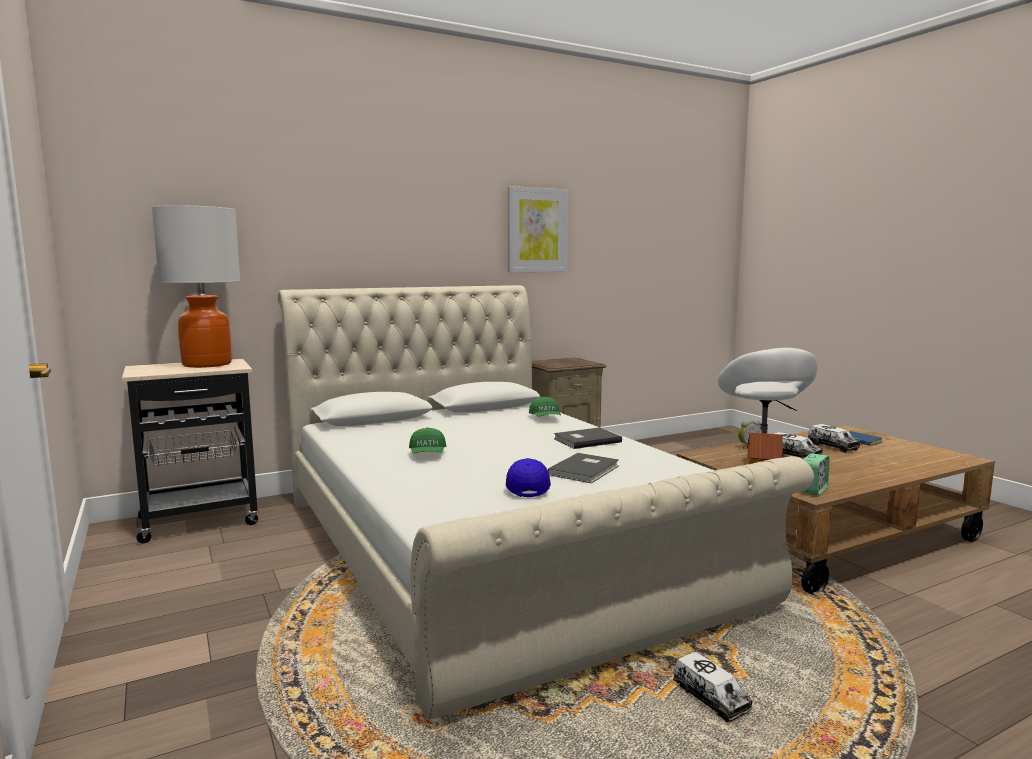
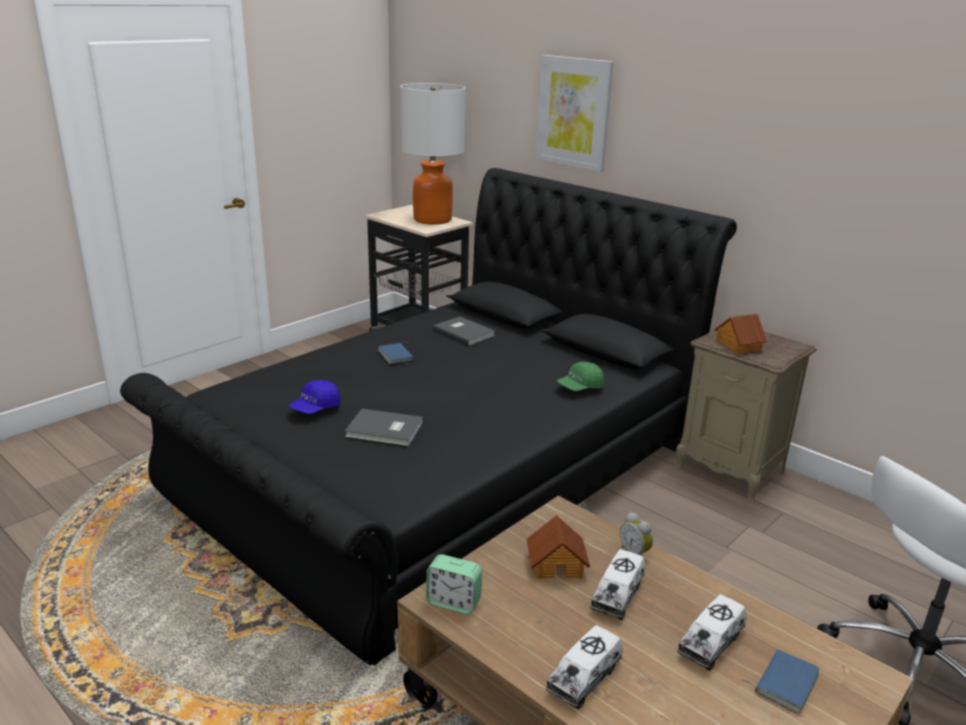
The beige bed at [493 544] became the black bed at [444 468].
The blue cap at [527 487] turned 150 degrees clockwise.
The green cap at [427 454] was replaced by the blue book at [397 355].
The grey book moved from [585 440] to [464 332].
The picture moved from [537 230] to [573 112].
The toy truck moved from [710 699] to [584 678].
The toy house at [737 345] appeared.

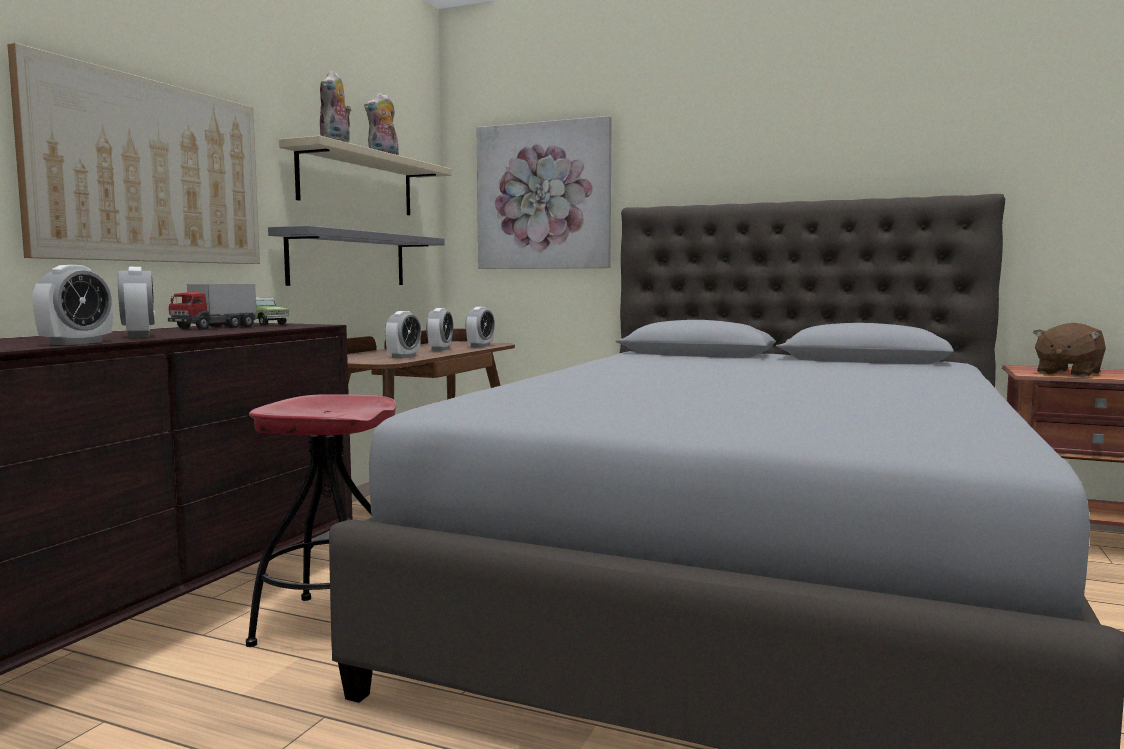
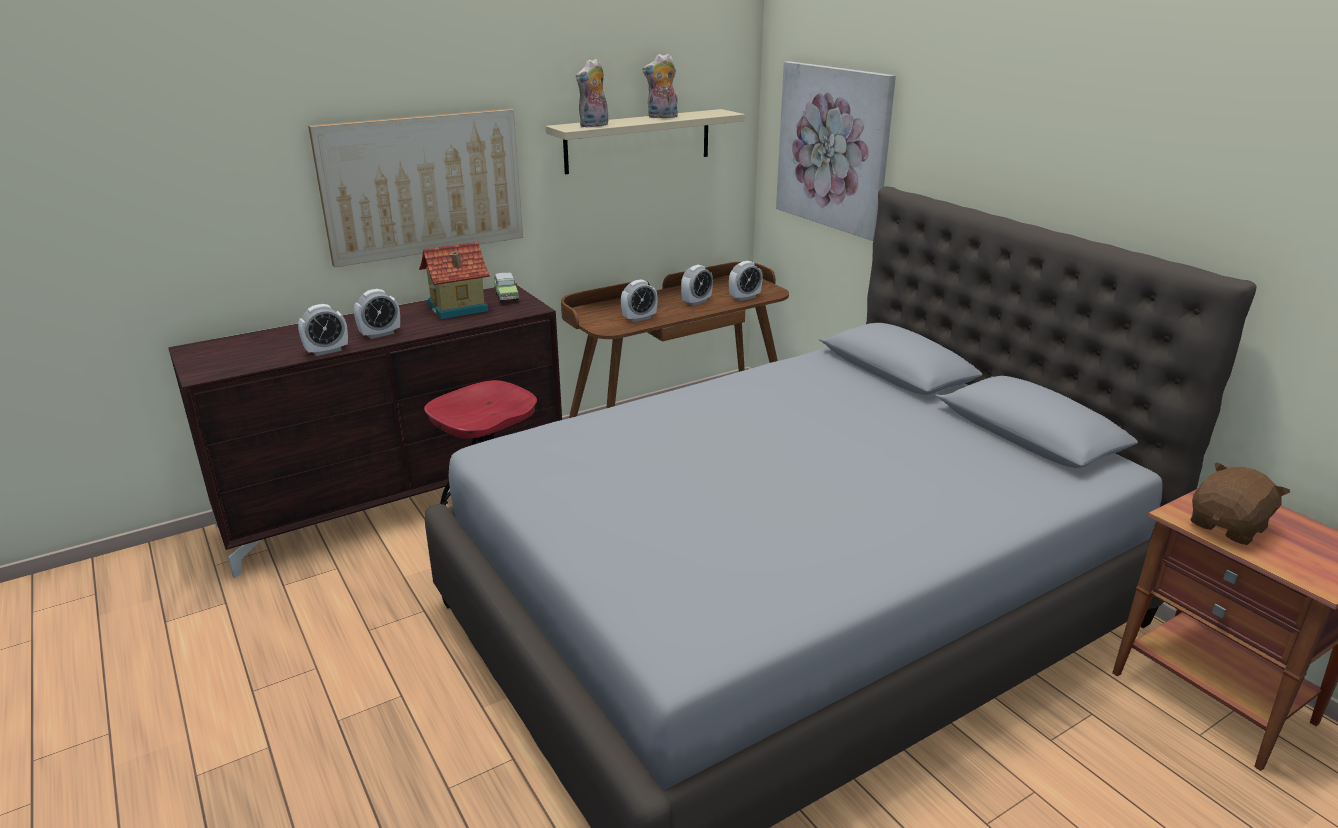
The alarm clock at [138 336] turned 45 degrees clockwise.
The toy truck at [214 328] was replaced by the toy house at [459 308].
The brown plush toy at [1067 373] turned 150 degrees clockwise.
The grey shelf at [348 259] disappeared.

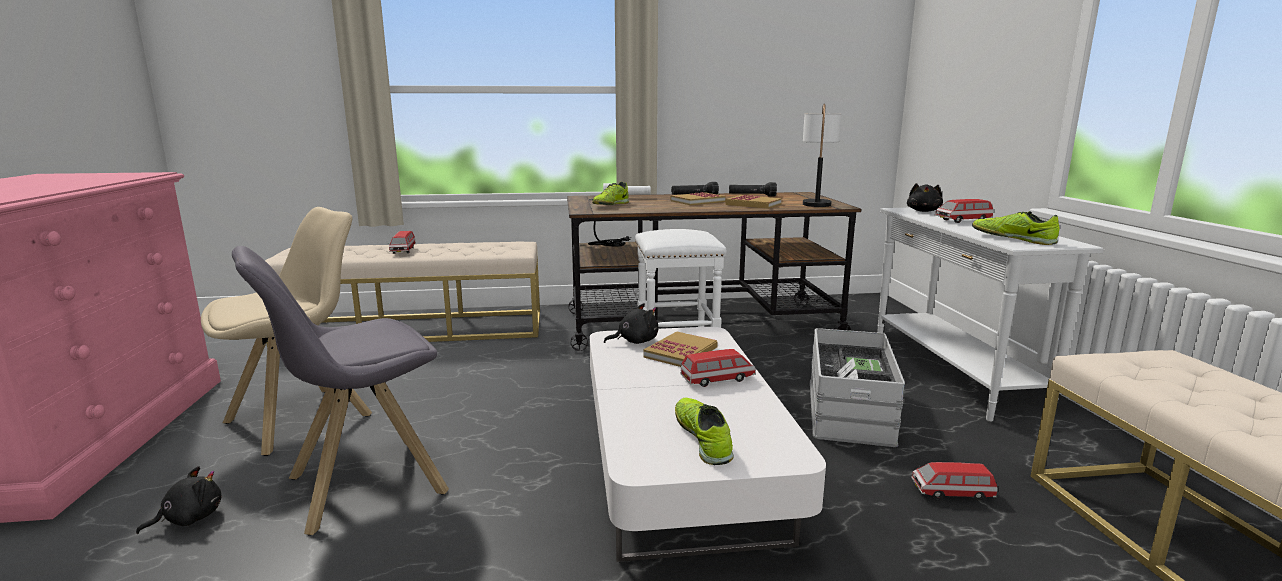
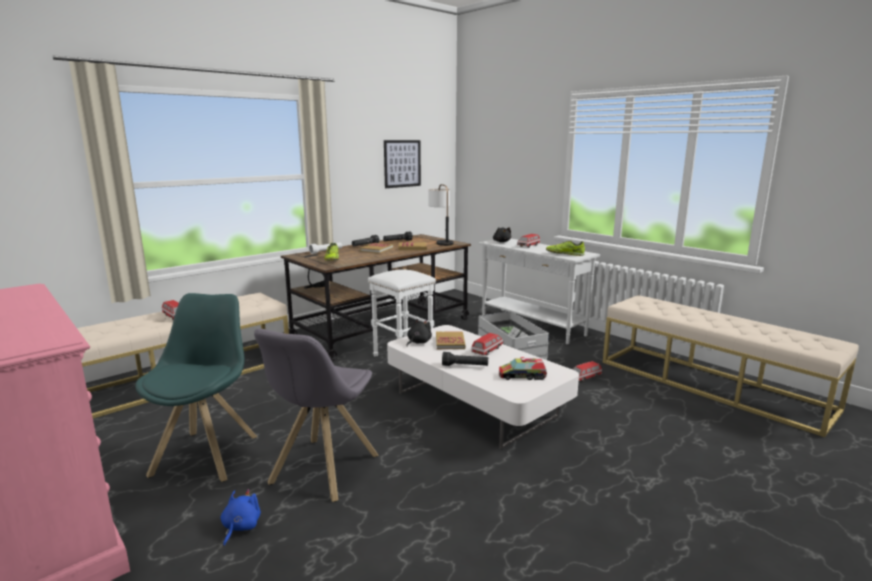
The beige chair at [300 418] became the turquoise chair at [207 455].
The black plush toy at [189 518] became the blue plush toy at [240 527].
The picture at [402 163] appeared.
The black flashlight at [465 366] appeared.
The shoe at [703 438] was replaced by the toy truck at [522 376].

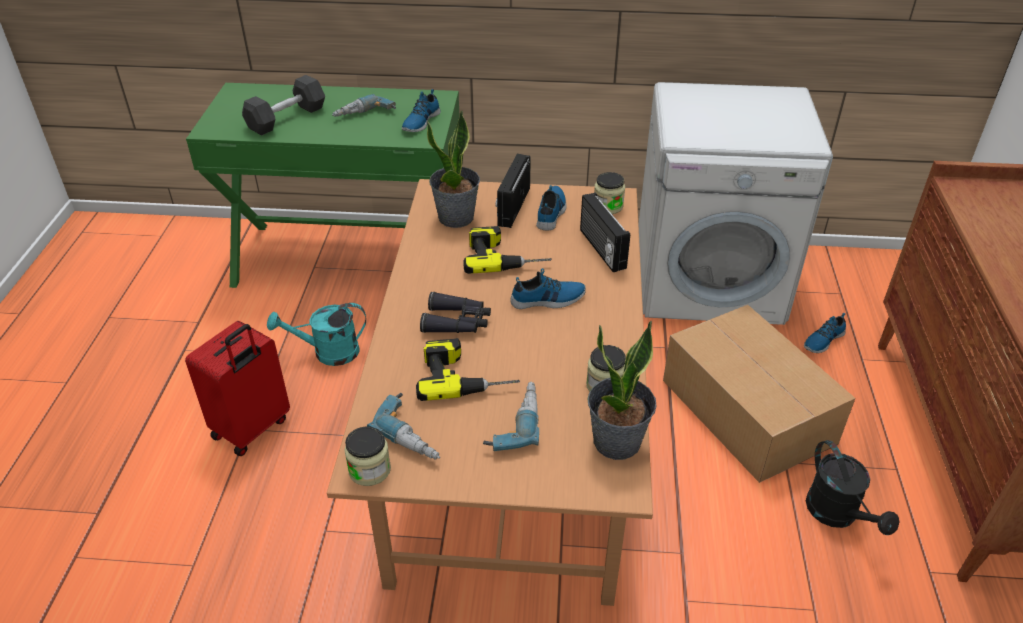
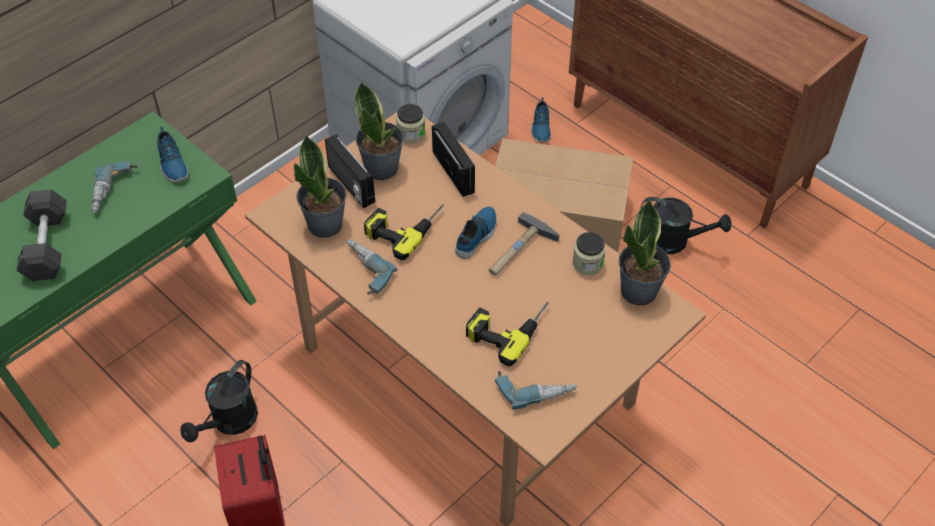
The turquoise watering can at [328 353] became the black watering can at [230 423].
The power drill moved from [512 422] to [362 271].
The shoe at [551 212] was replaced by the potted plant at [382 168].
The radio at [601 249] turned 135 degrees counterclockwise.
The hammer at [518 251] appeared.
The jar at [369 470] disappeared.
The black binoculars at [457 322] disappeared.

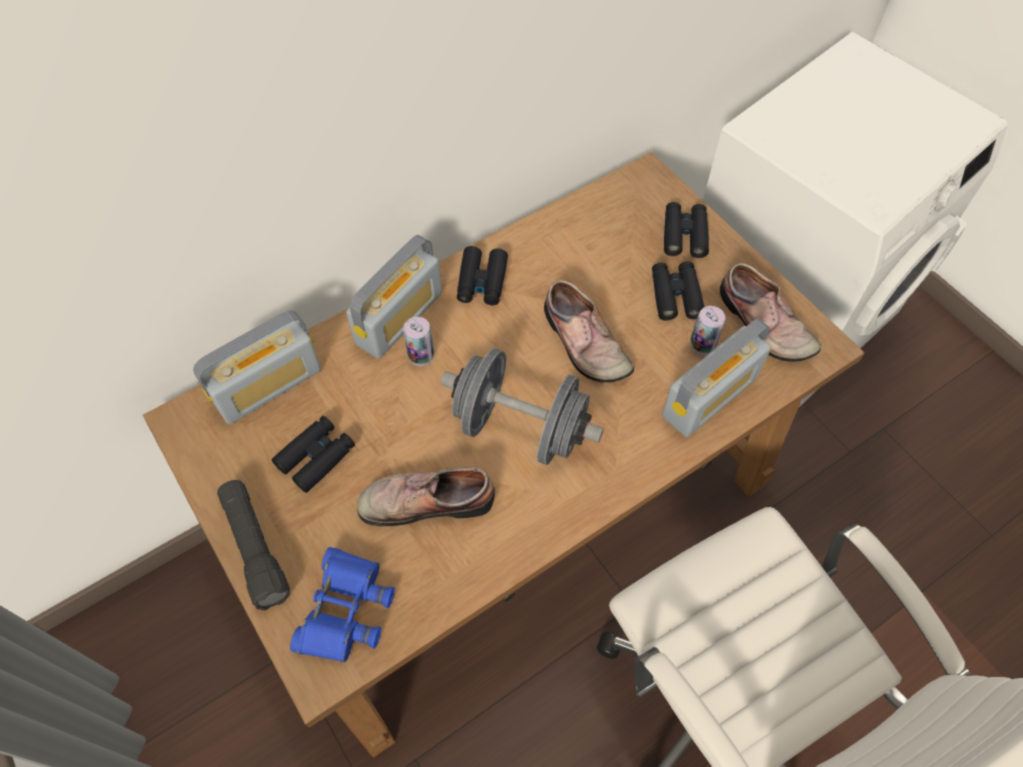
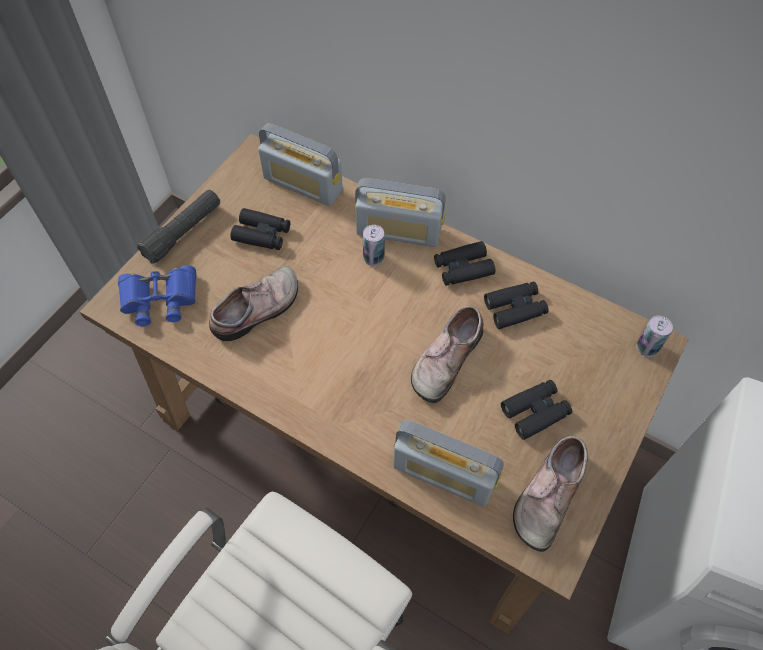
The shoe at [426 499] turned 75 degrees clockwise.
The black binoculars moved from [684 235] to [515 308].
The can moved from [702 345] to [646 348].
The grey dumbbell at [520 427] disappeared.

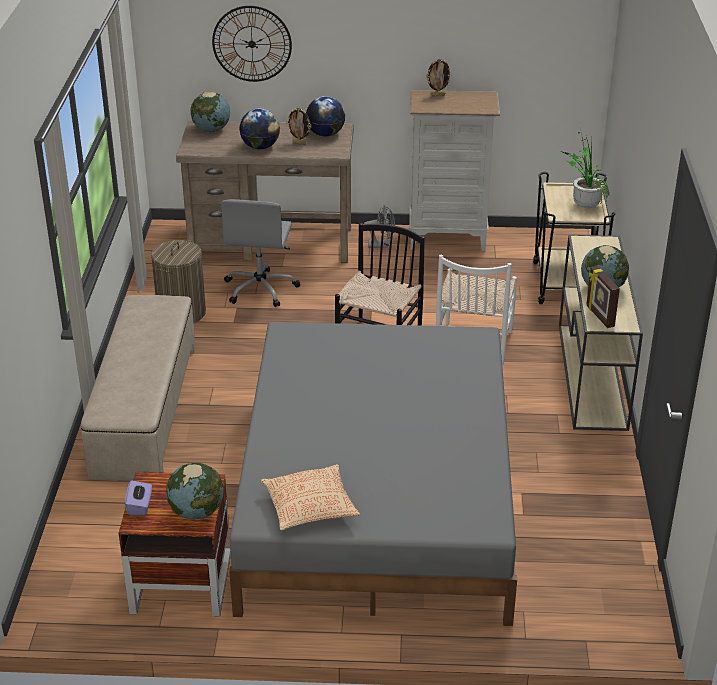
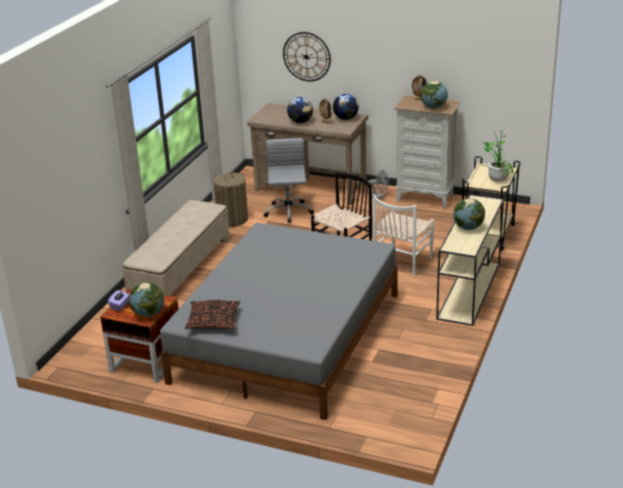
The beige pillow at [309 508] became the black pillow at [213 322].
The grey office chair at [261 288] turned 150 degrees clockwise.
The globe moved from [211 130] to [433 107].
The picture frame at [599 316] disappeared.

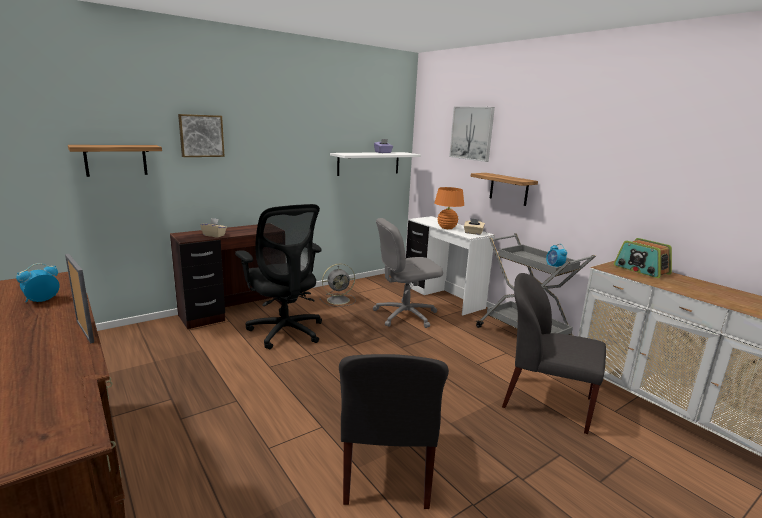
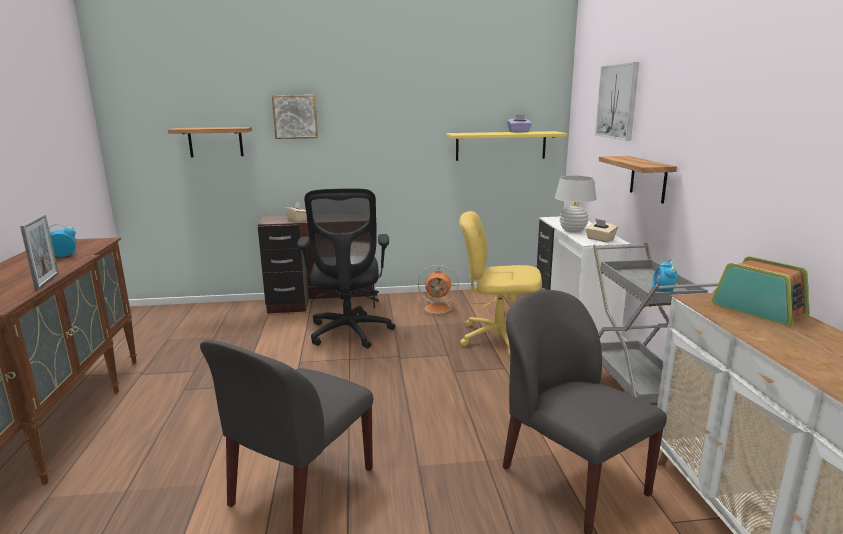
The grey fan at [339 300] became the orange fan at [439 308].
The white shelf at [368 163] became the yellow shelf at [501 146].
The grey office chair at [405 315] became the yellow office chair at [498 337].
The orange table lamp at [447 228] became the white table lamp at [573 231].
The radio at [641 270] turned 150 degrees clockwise.

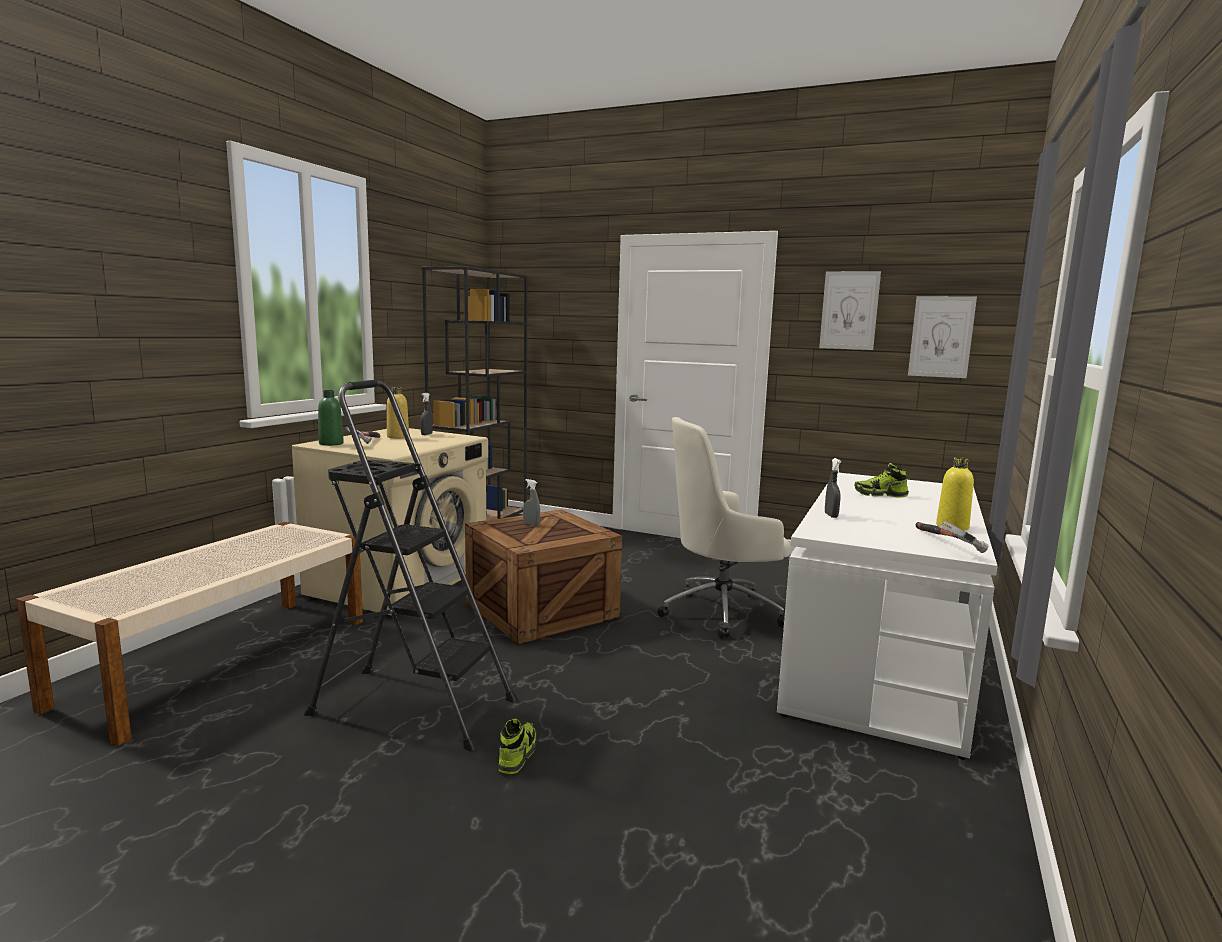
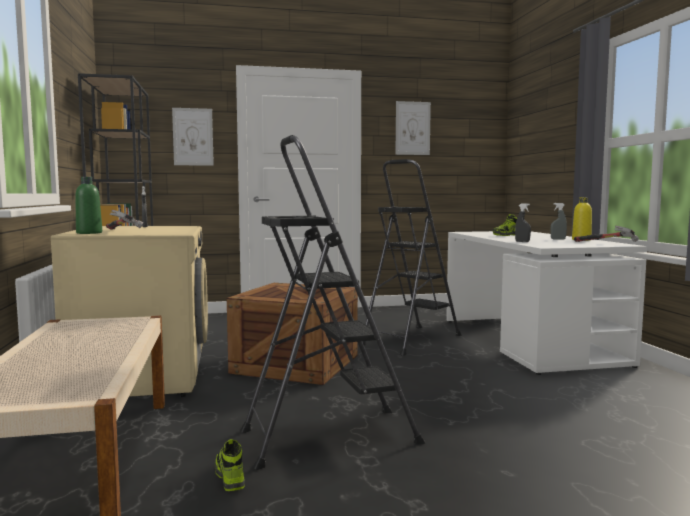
The picture moved from [941 337] to [193 137].
The shoe moved from [517 755] to [229 476].
The beige office chair at [720 613] was replaced by the step ladder at [410 340].
The grey spray bottle moved from [531 524] to [558 239].
The yellow bottle at [398 437] disappeared.

